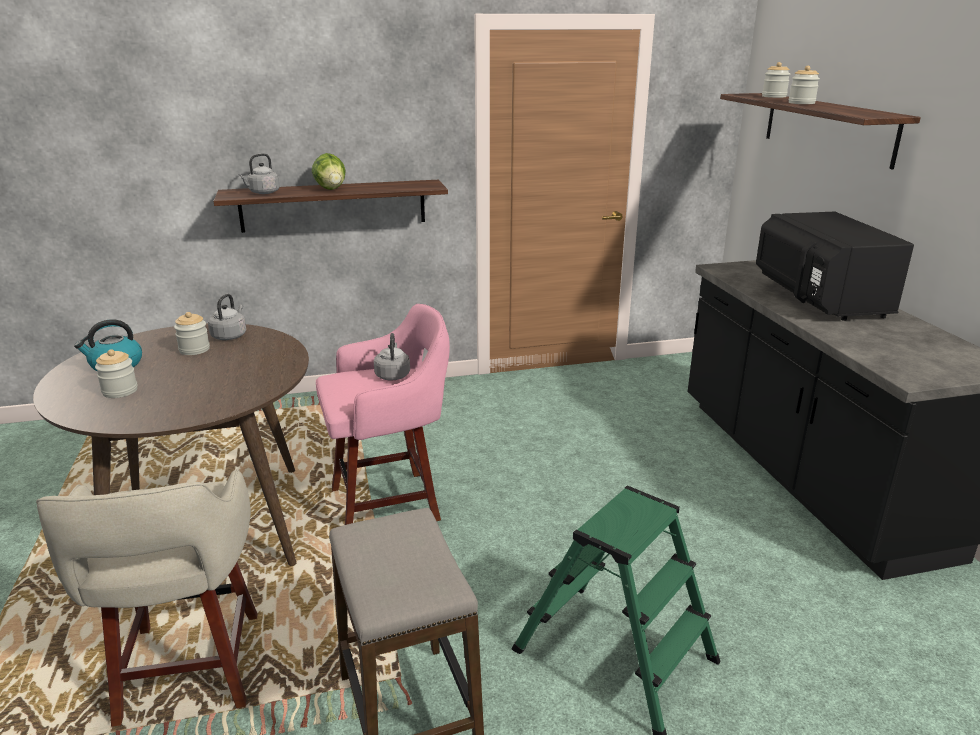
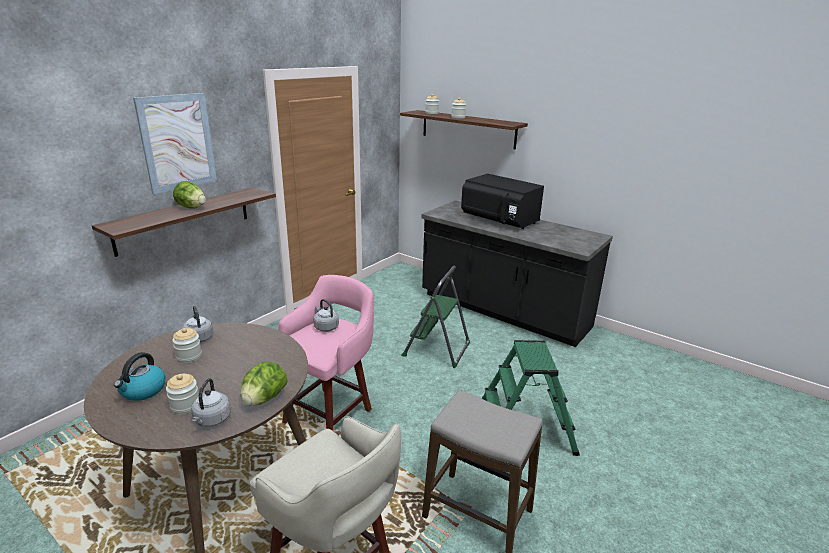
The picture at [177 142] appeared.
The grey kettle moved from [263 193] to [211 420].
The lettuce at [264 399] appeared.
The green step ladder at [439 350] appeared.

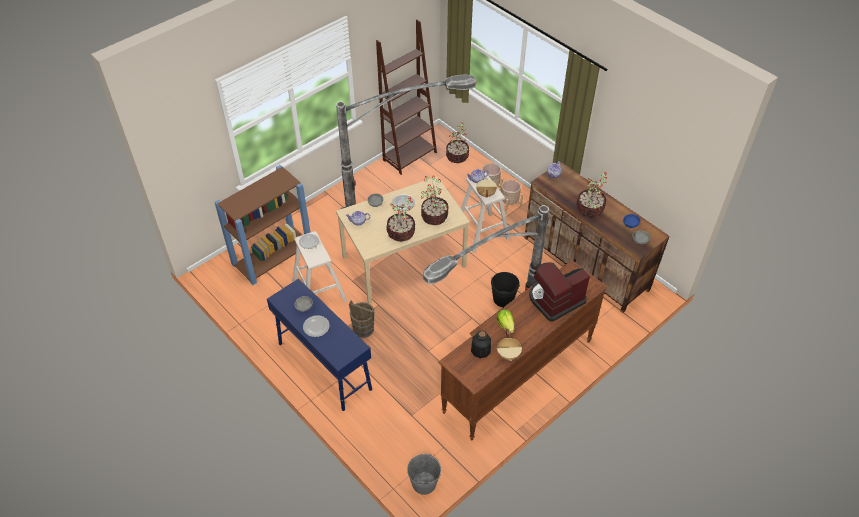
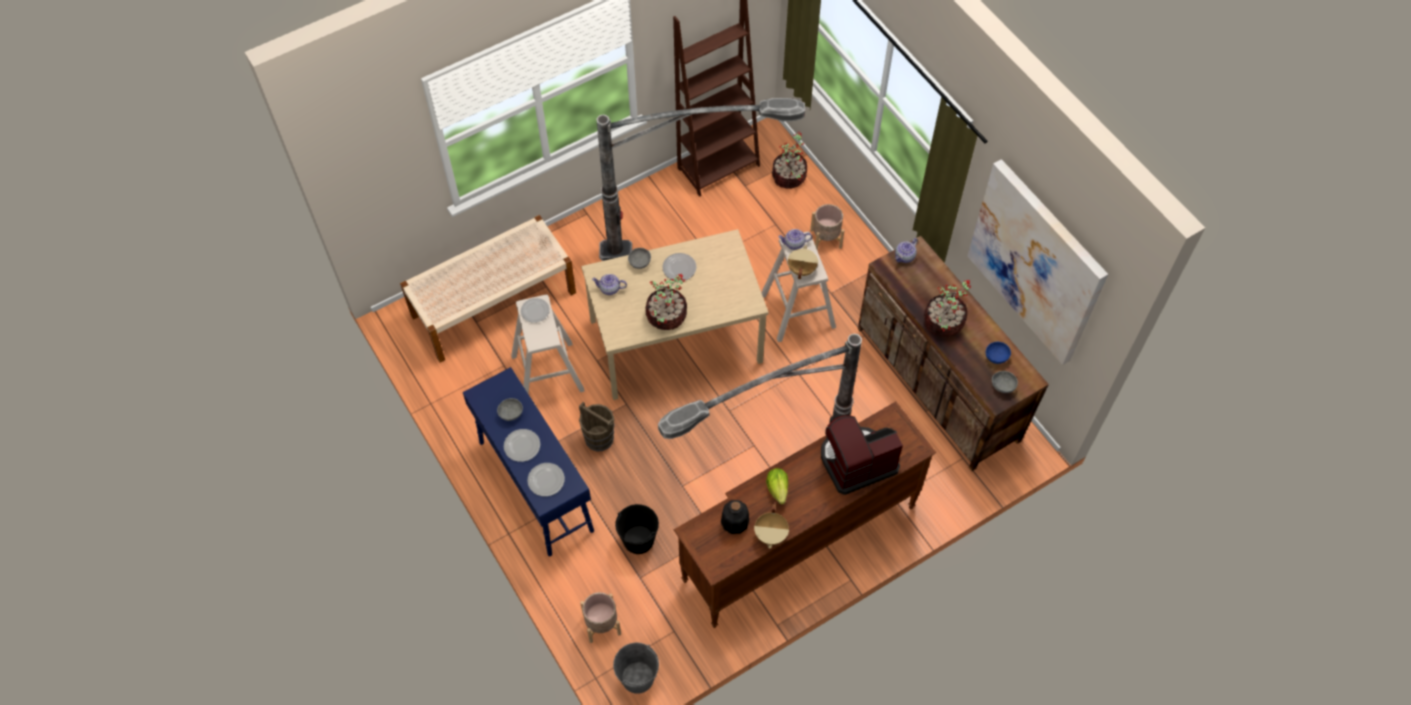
The brown bookcase at [273 255] was replaced by the beige bench at [493 303].
The plate at [545 480] appeared.
The beige planter moved from [509 205] to [602 624].
The black bucket moved from [503 299] to [638 539].
The picture at [1036 262] appeared.
The potted plant at [434 216] disappeared.

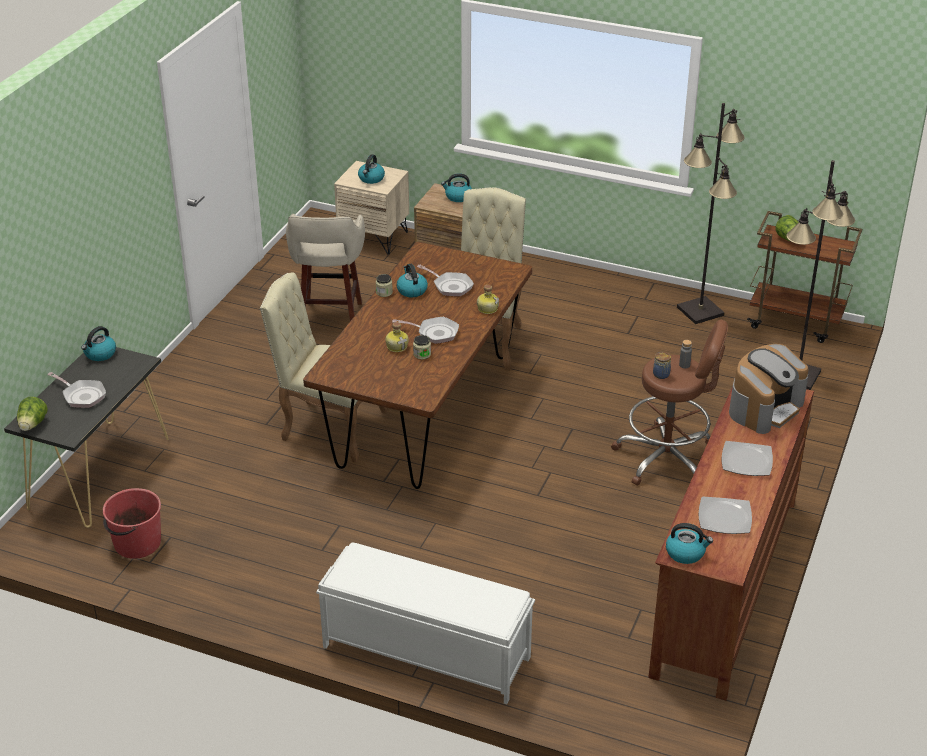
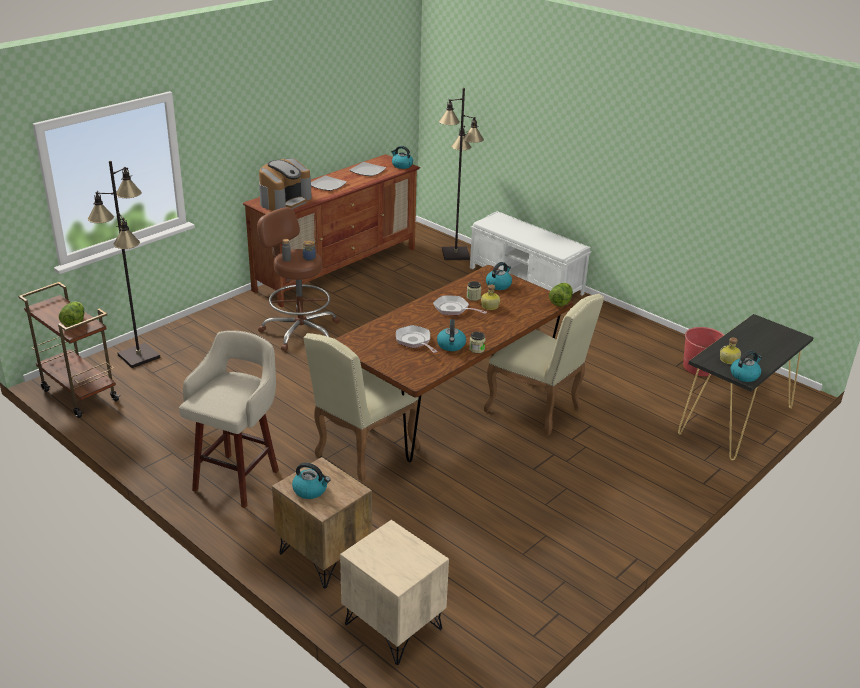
The beige stool moved from [330 321] to [238 478].
The coffee machine at [765 408] turned 150 degrees clockwise.
The black floor lamp moved from [701 311] to [455 254].
The kettle moved from [371 179] to [498 285].
The lettuce moved from [32 425] to [561 302].
The bottle moved from [487 308] to [729 360].
The frying pan at [82 395] disappeared.

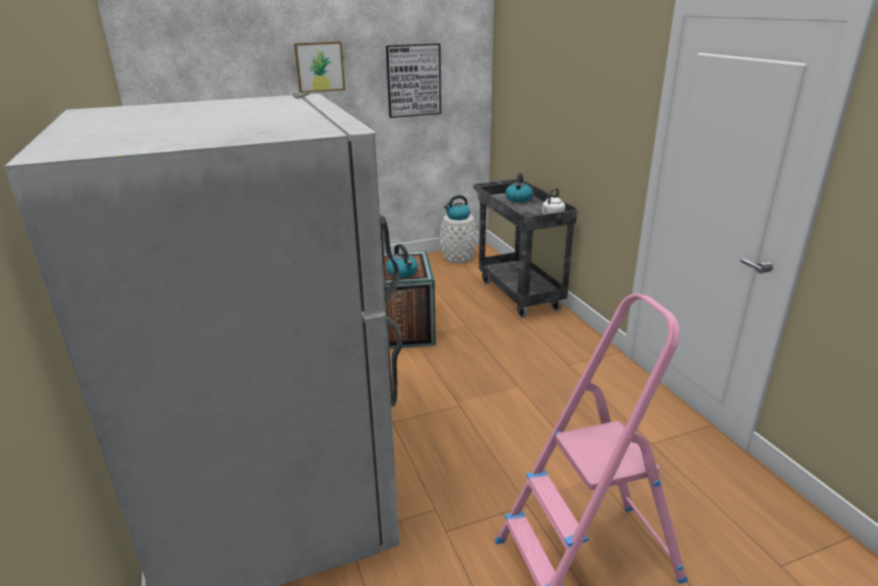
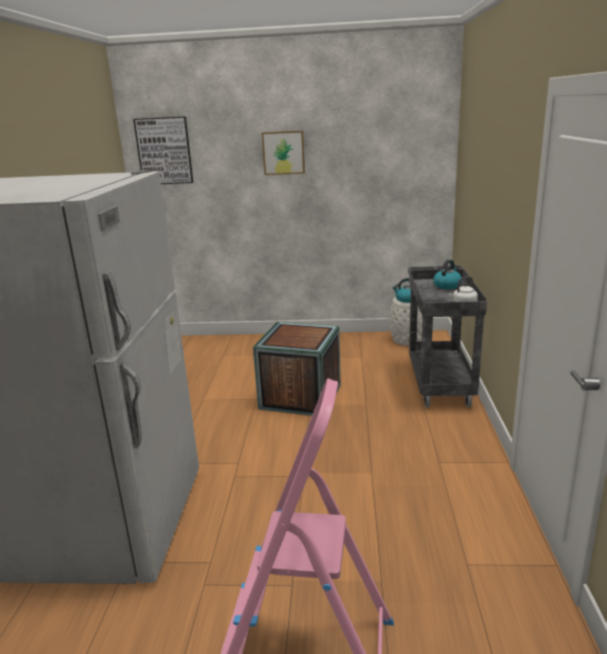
The picture moved from [413 80] to [164 151].
The kettle at [402 273] disappeared.

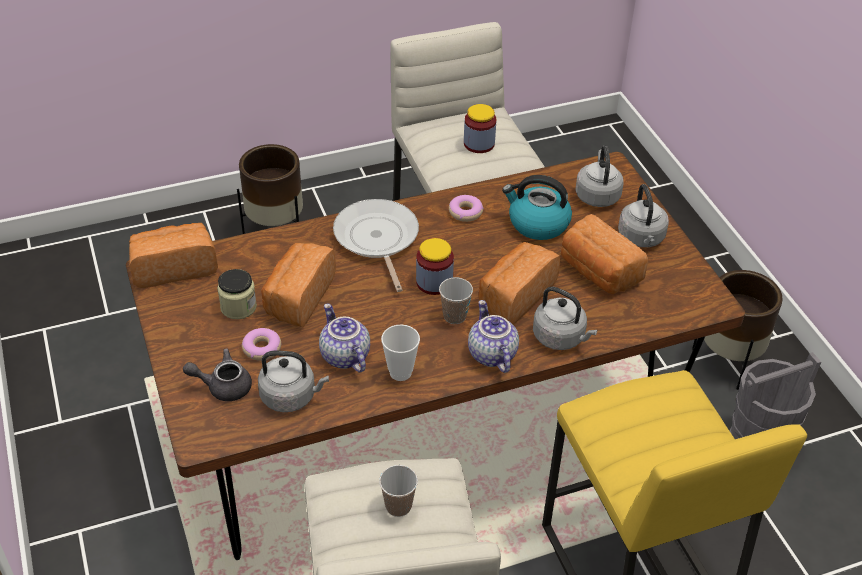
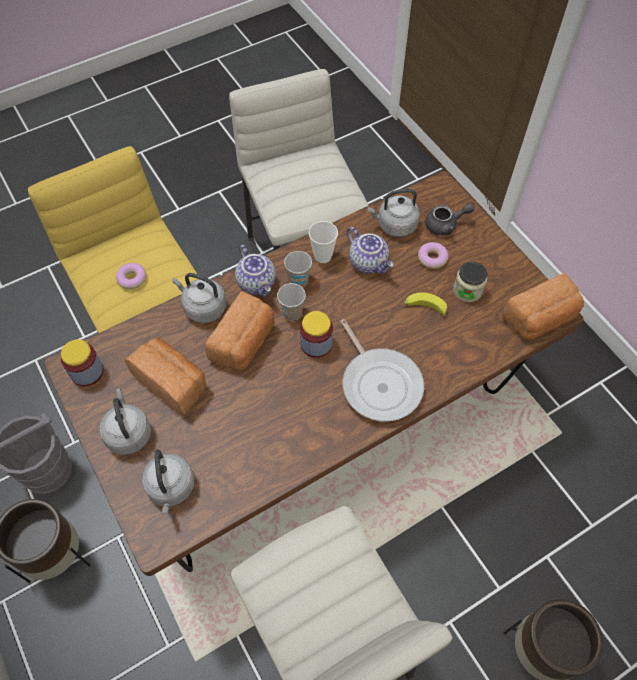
The jar moved from [479 144] to [87 372].
The donut moved from [465 212] to [132 278].
The cup moved from [398 506] to [298 280].
The bread at [298 298] was replaced by the banana at [424 307].
The kettle at [537 223] disappeared.

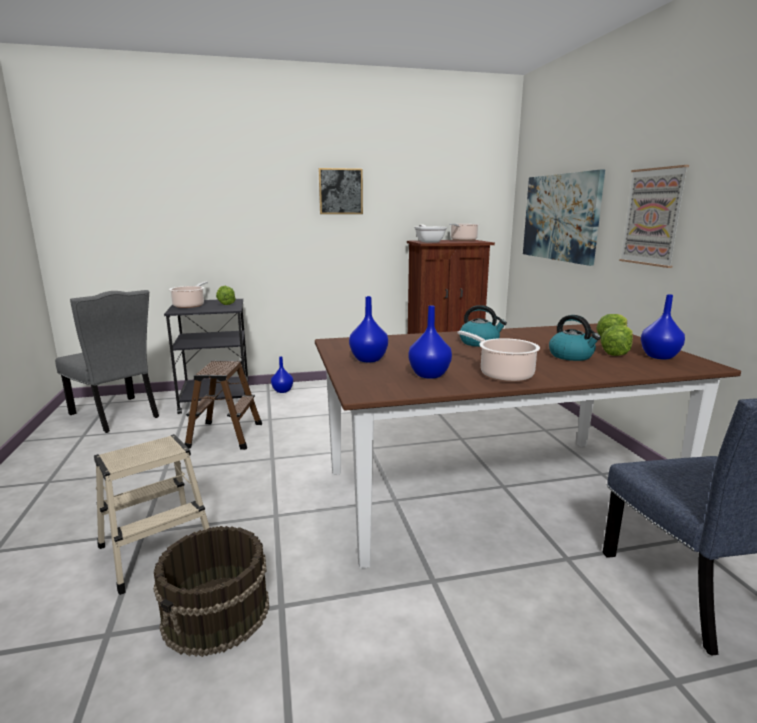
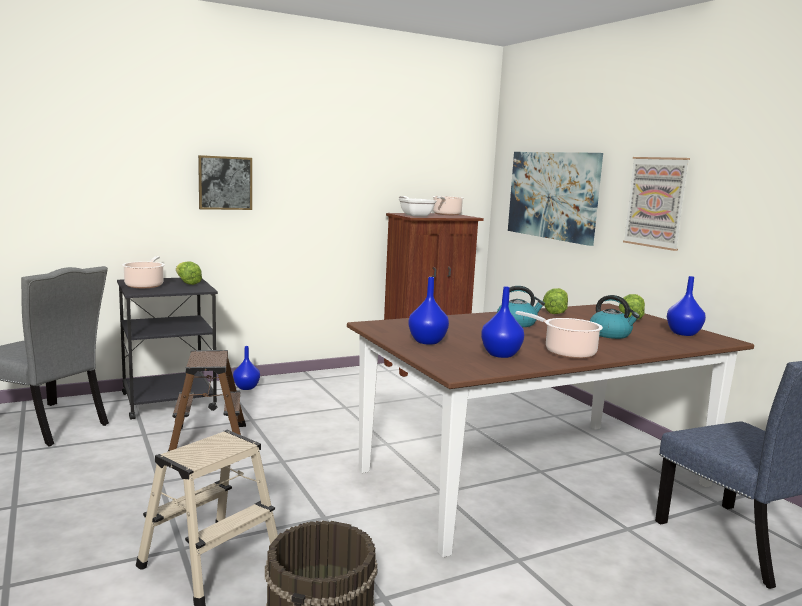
The picture moved from [340 191] to [225 183].
The lettuce moved from [617 352] to [556 312].

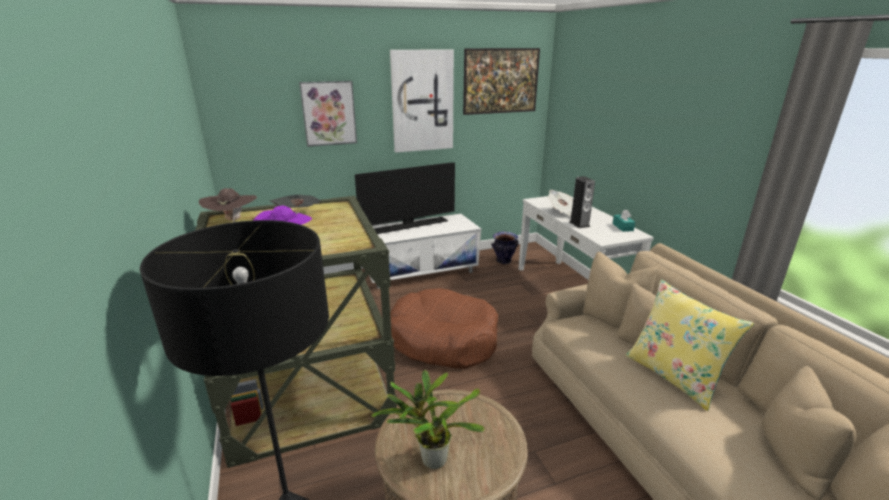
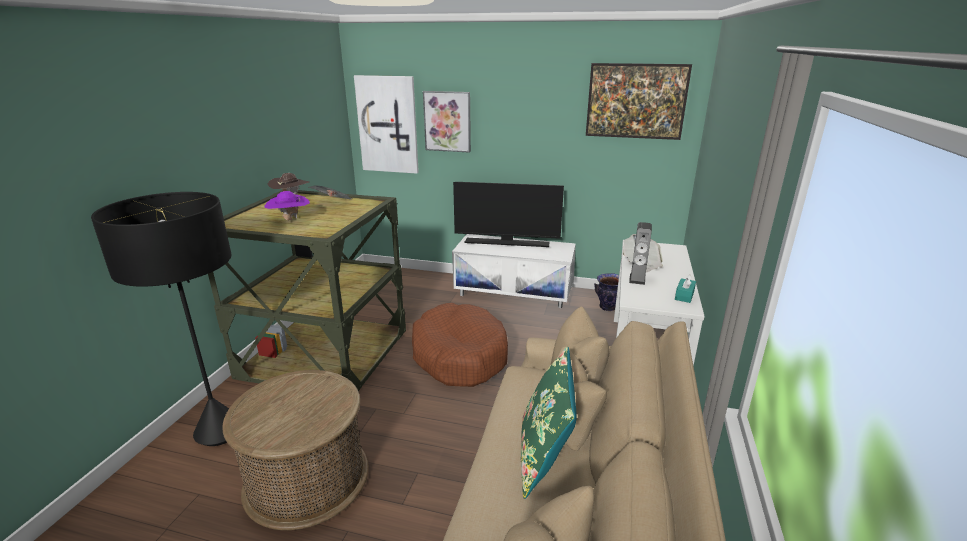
The picture moved from [422 101] to [388 125].
The yellow pillow at [673 376] became the green pillow at [544 457].
The potted plant at [430 459] disappeared.

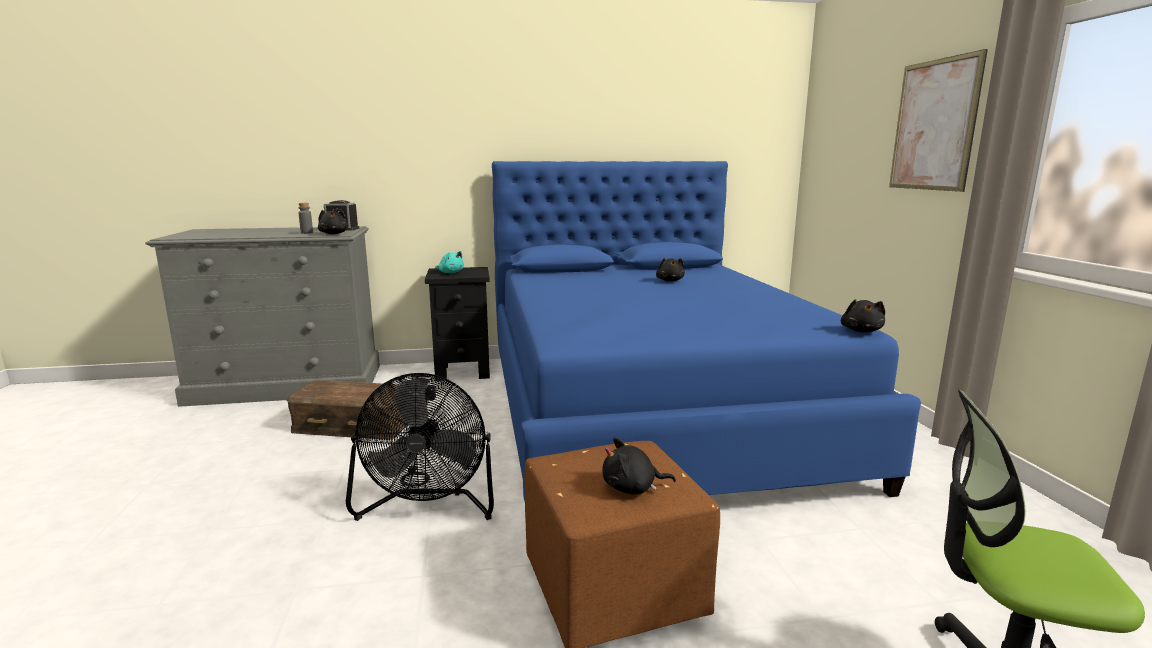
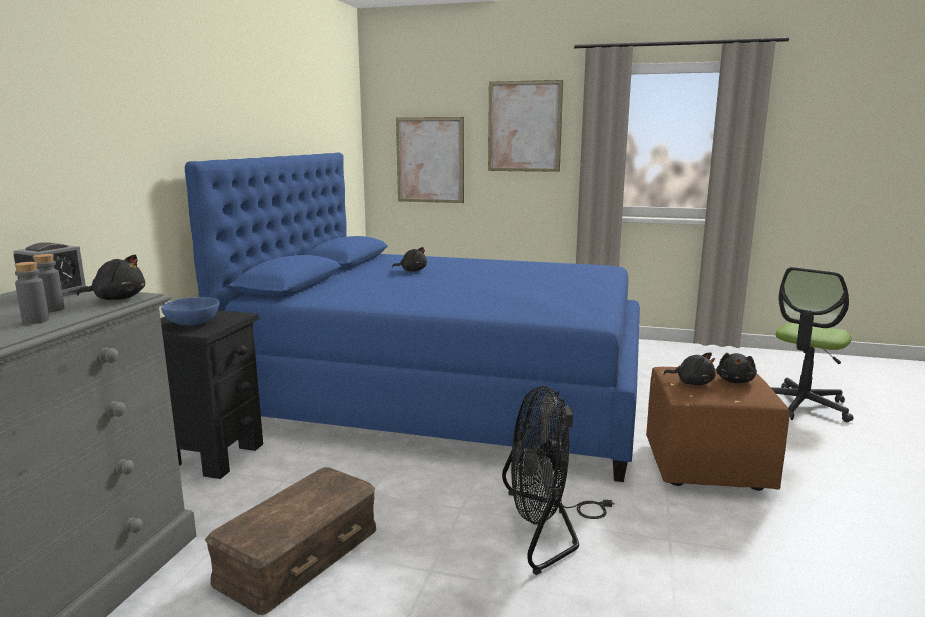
The grey bottle at [36 321] appeared.
The turquoise plush toy at [450 273] was replaced by the blue bowl at [192 324].
The picture at [430 160] appeared.
The black fan at [424 504] turned 150 degrees clockwise.
The black plush toy moved from [861 331] to [692 382].

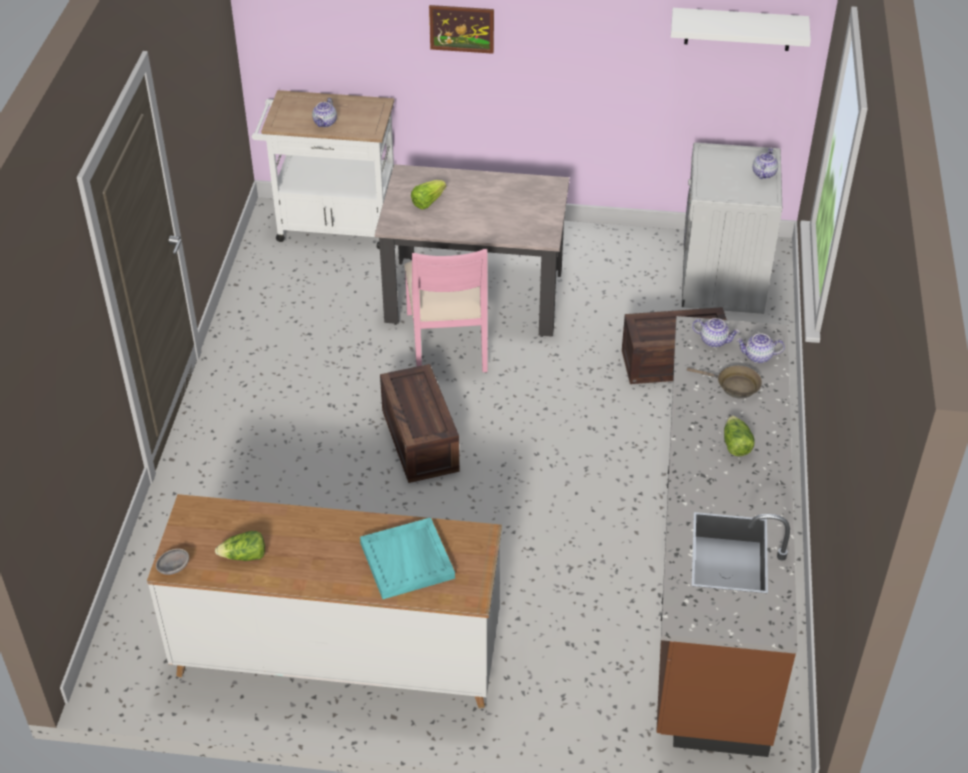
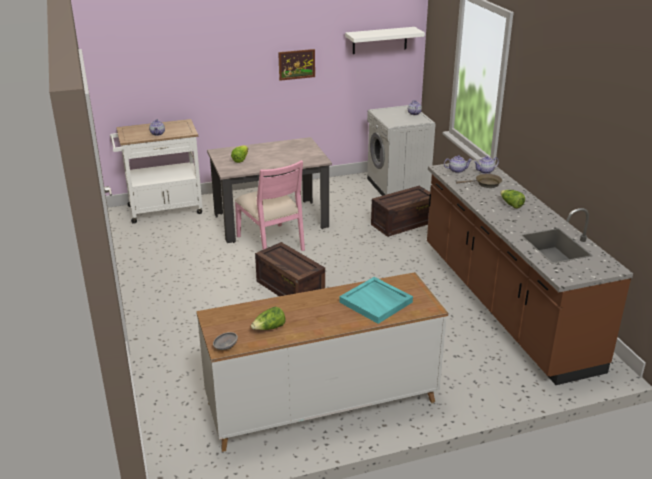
The picture moved from [461 28] to [296 64].

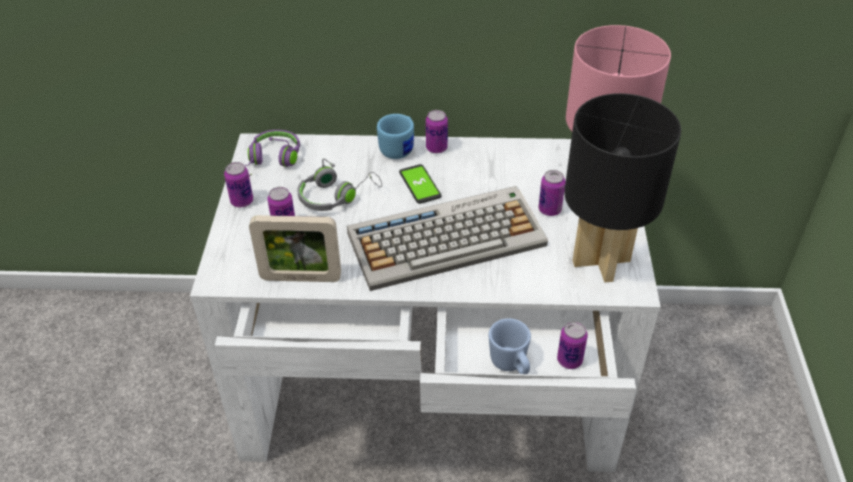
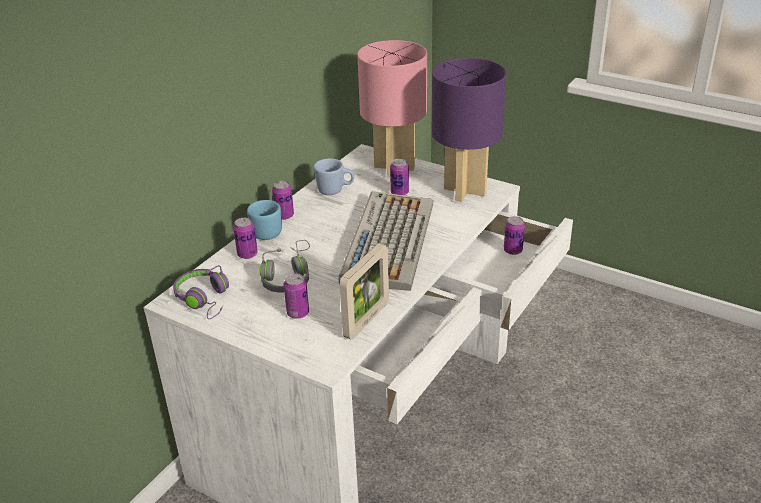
The can moved from [242 201] to [247 254].
The blue mug moved from [511 365] to [335 191].
The black table lamp at [602 261] became the purple table lamp at [464 190].
The phone at [420 184] disappeared.

